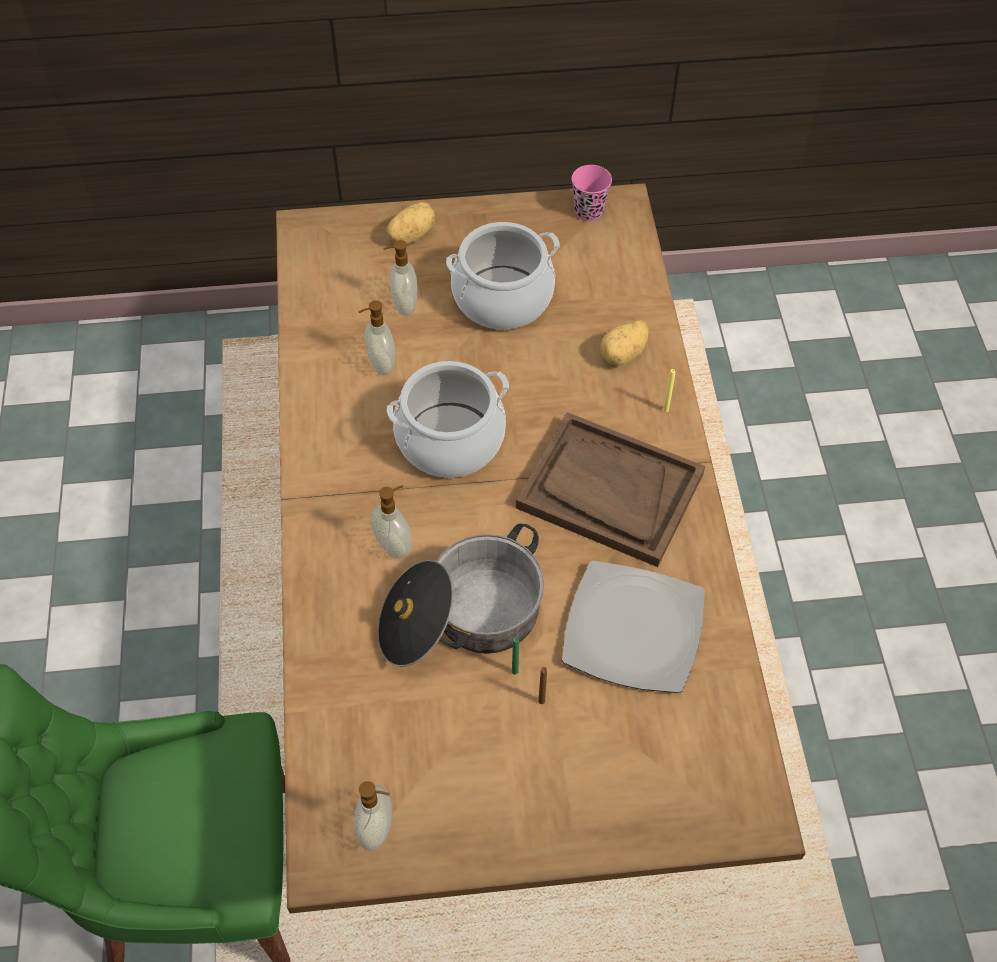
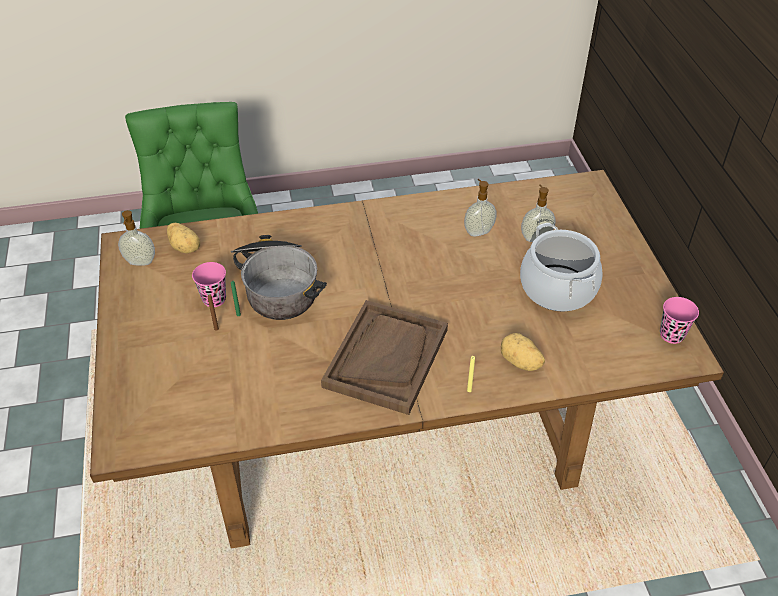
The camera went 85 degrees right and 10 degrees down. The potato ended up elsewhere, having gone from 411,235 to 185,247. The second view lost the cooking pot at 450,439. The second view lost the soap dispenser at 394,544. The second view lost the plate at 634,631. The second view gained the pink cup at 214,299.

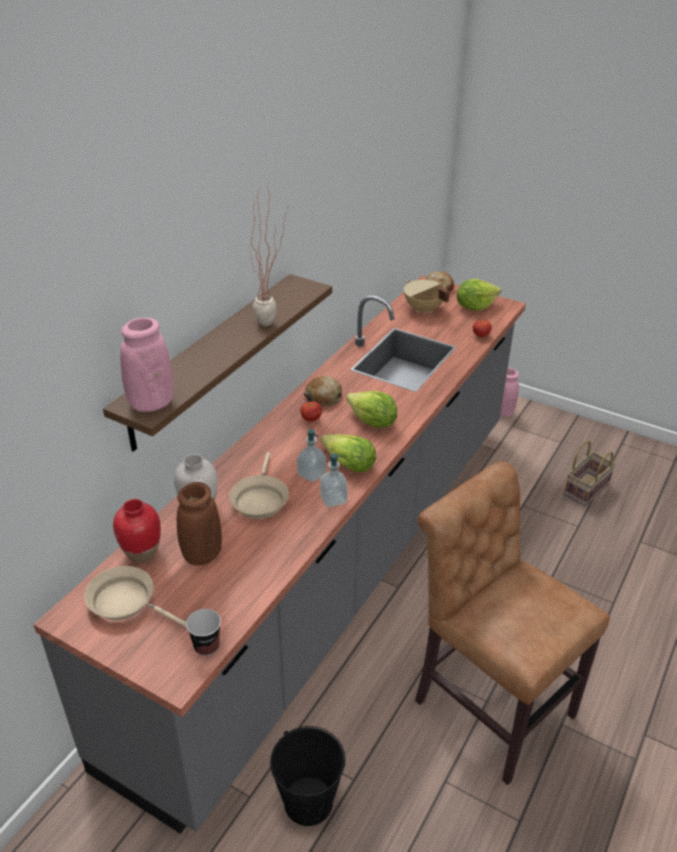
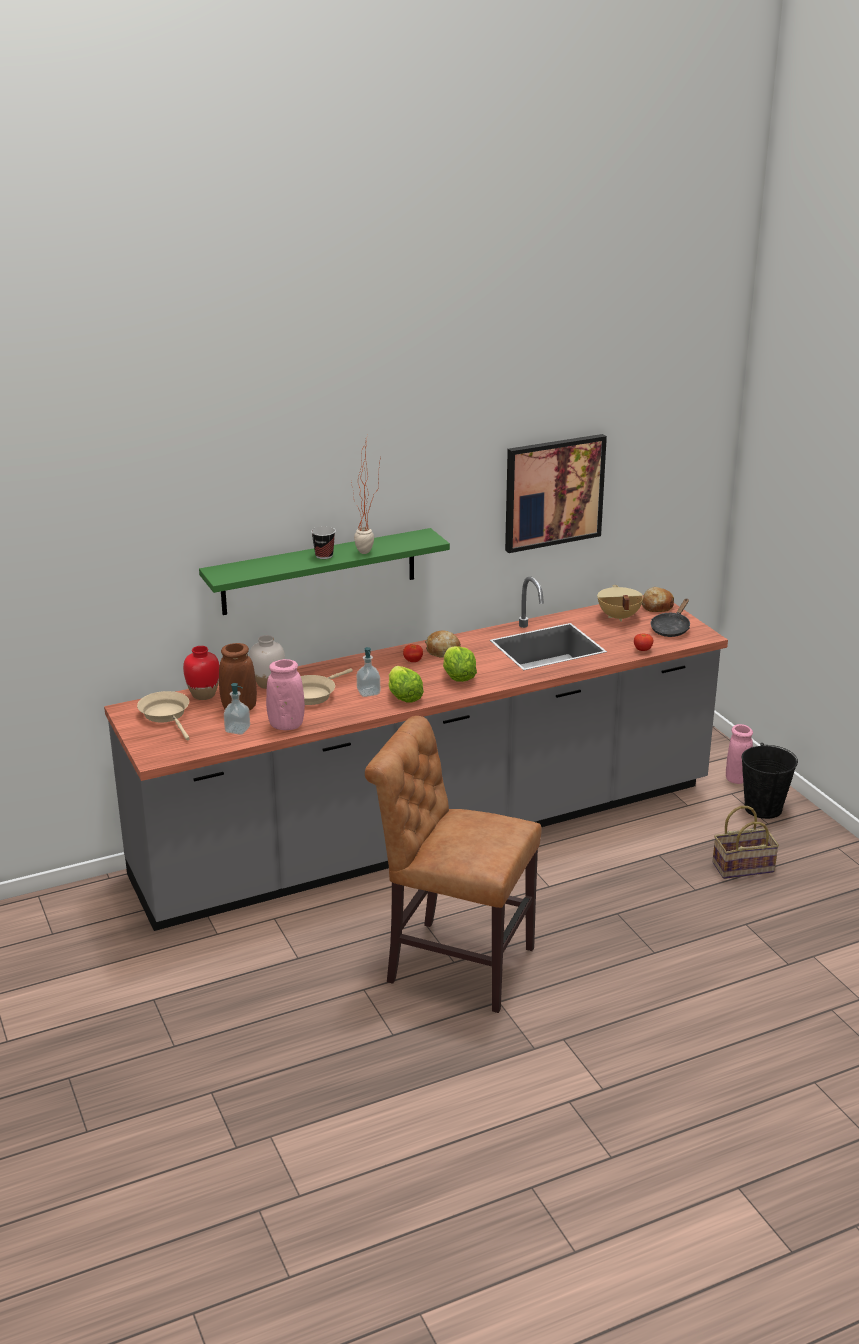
The camera went 35 degrees right and 10 degrees down. What was the brown shelf at 210,360 turned into the green shelf at 319,572. Where the lettuce stood at 475,307, the black frying pan came to stand at 671,628. The pink vase ended up elsewhere, having gone from 151,403 to 286,725. The soap dispenser ended up elsewhere, having gone from 333,499 to 237,729. The brown chair at 488,703 ended up facing another way, 60 degrees counterclockwise from before. The cup ended up elsewhere, having gone from 206,646 to 324,556. The black bucket ended up elsewhere, having gone from 308,802 to 762,808. The second view gained the picture at 553,492.

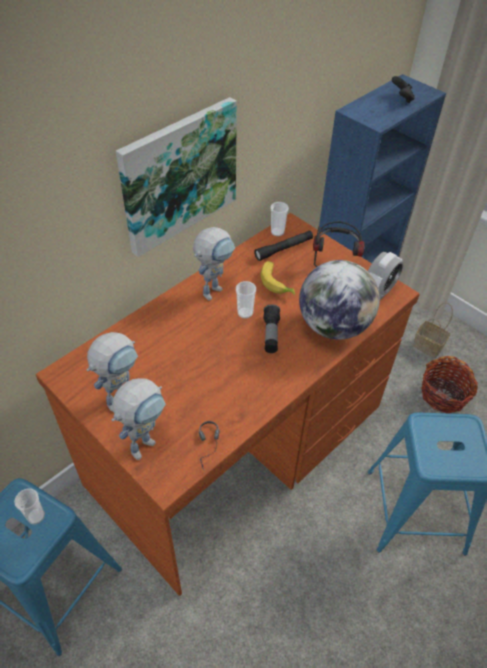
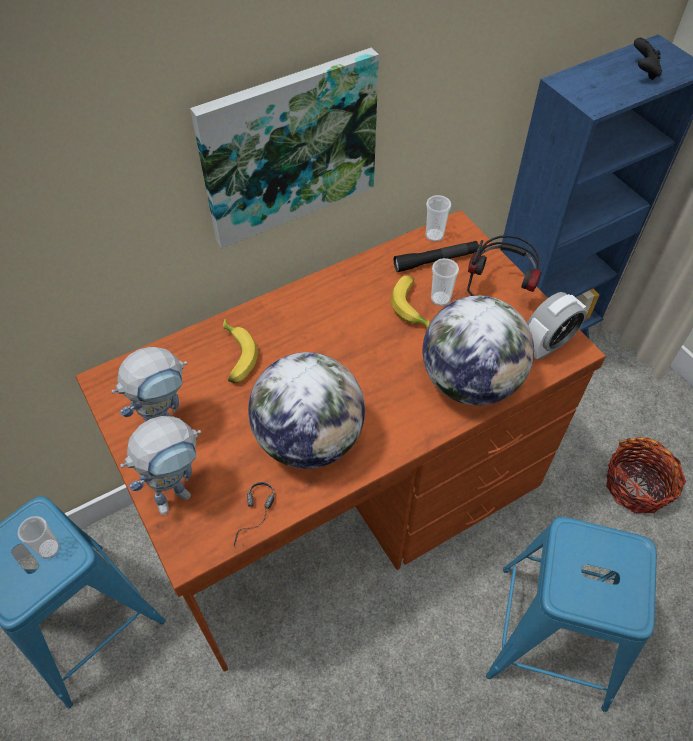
The camera went 15 degrees right and 5 degrees up. The second view lost the toy robot at 214,288. The cup ended up elsewhere, having gone from 245,313 to 440,299. The second view lost the basket at 429,346. The second view lost the flashlight at 271,334. The second view gained the banana at 235,357. The second view gained the globe at 309,439.

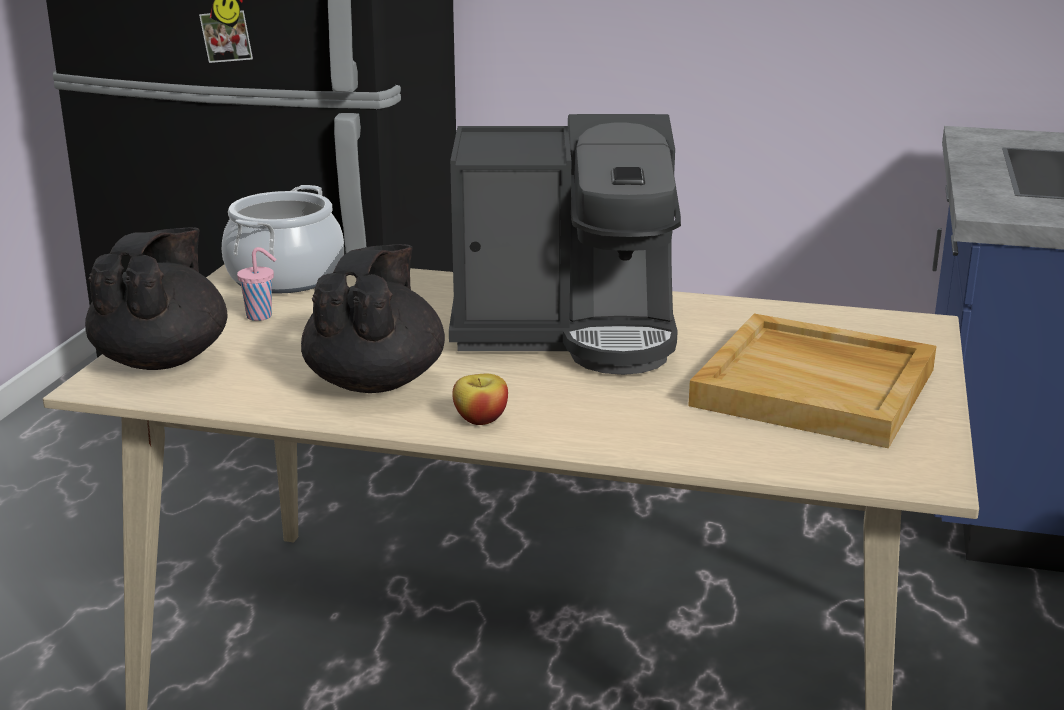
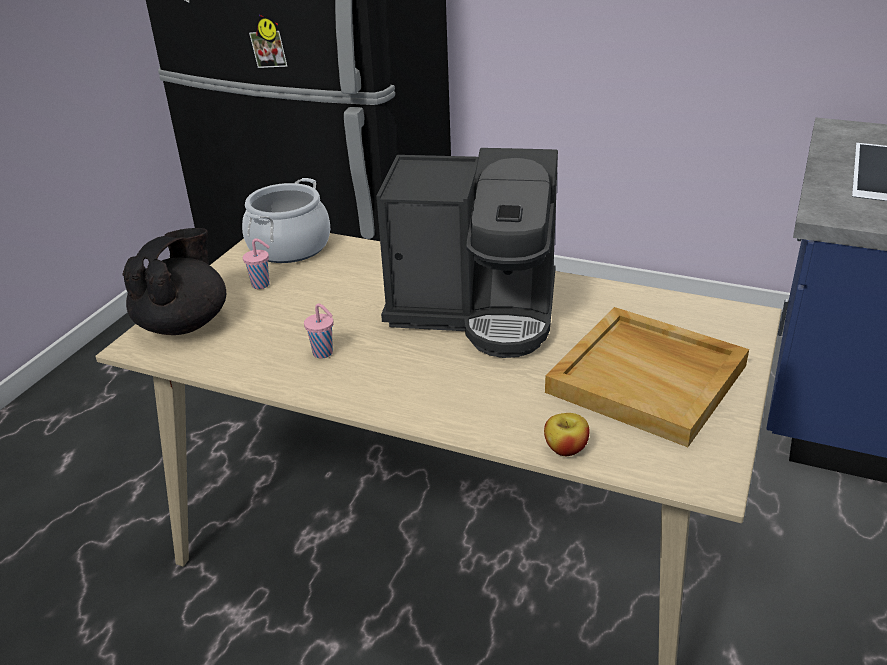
The camera went 10 degrees right and 10 degrees up. Where the black teapot stood at 376,381, the pink cup came to stand at 324,353. The apple ended up elsewhere, having gone from 481,419 to 566,449.

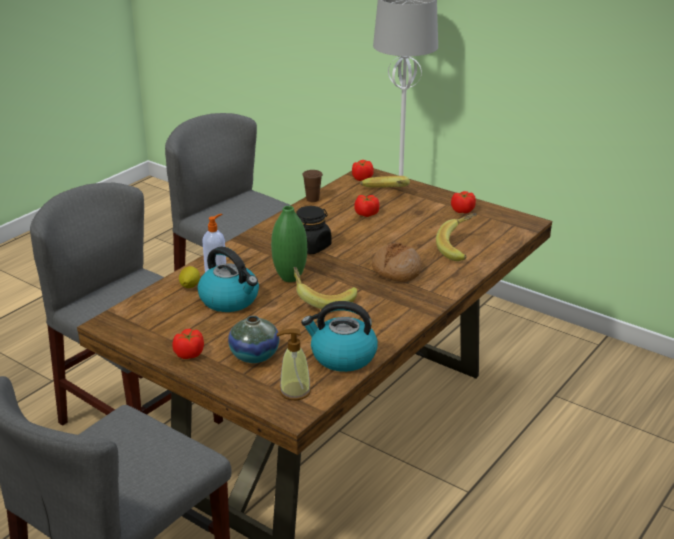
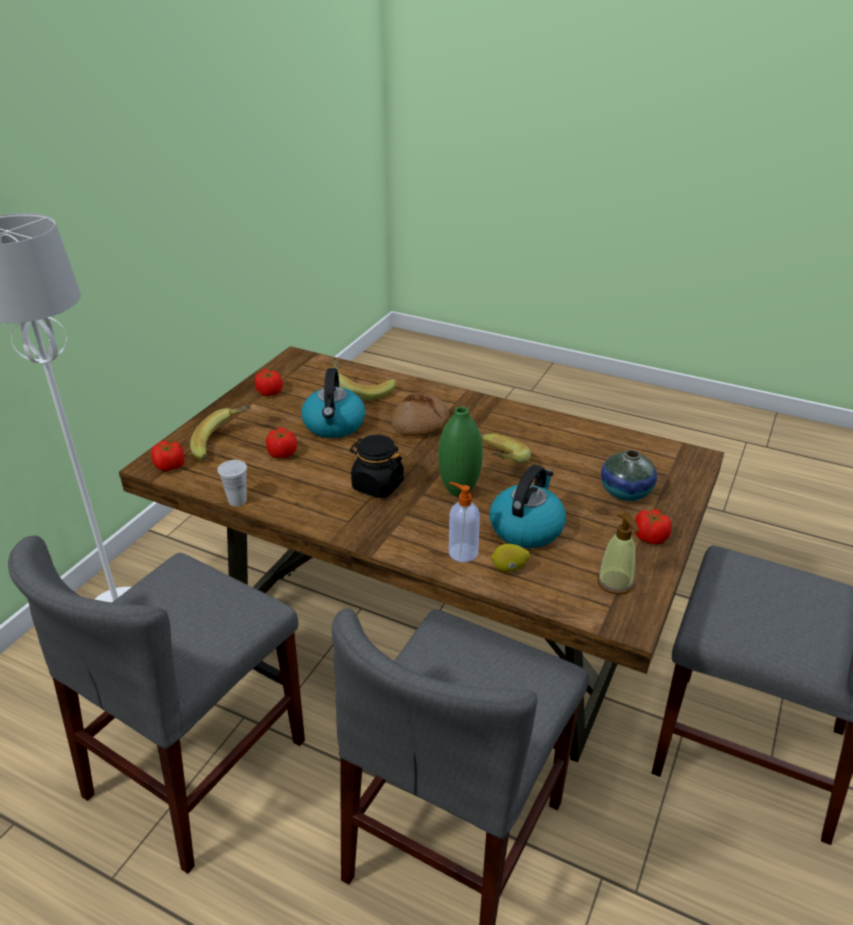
The camera went 100 degrees left and 5 degrees up. What was the brown cup at 312,199 turned into the white cup at 237,500. The kettle ended up elsewhere, having gone from 342,356 to 334,425. The soap dispenser ended up elsewhere, having gone from 295,391 to 615,583.

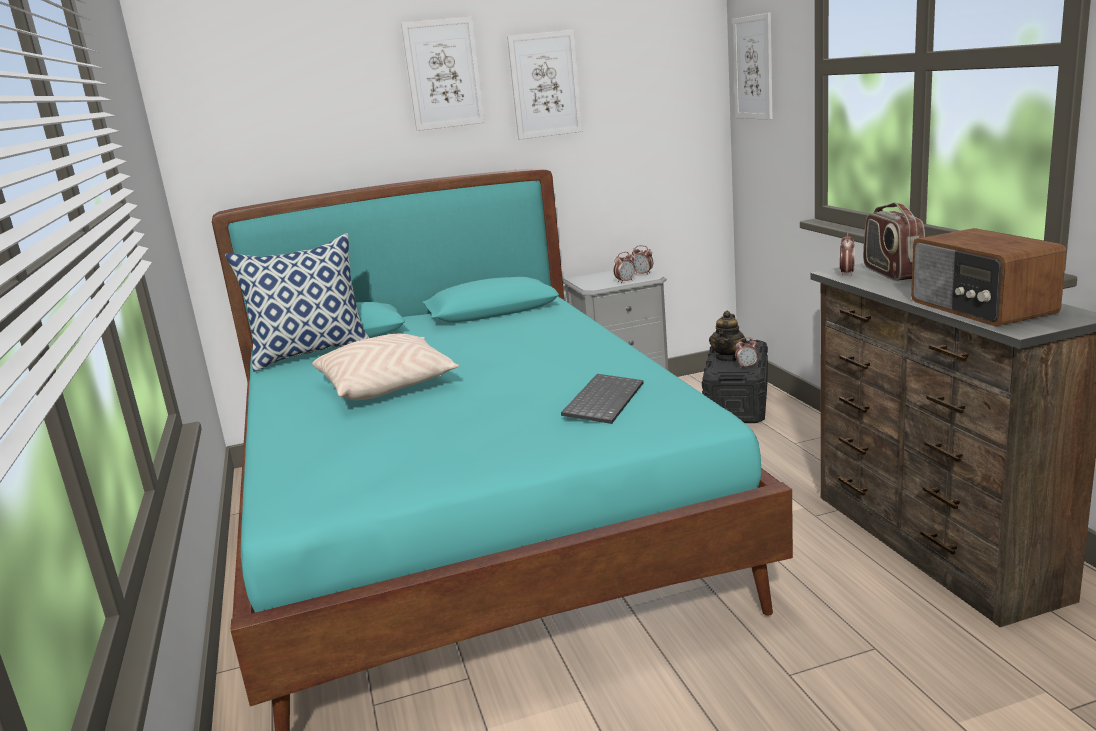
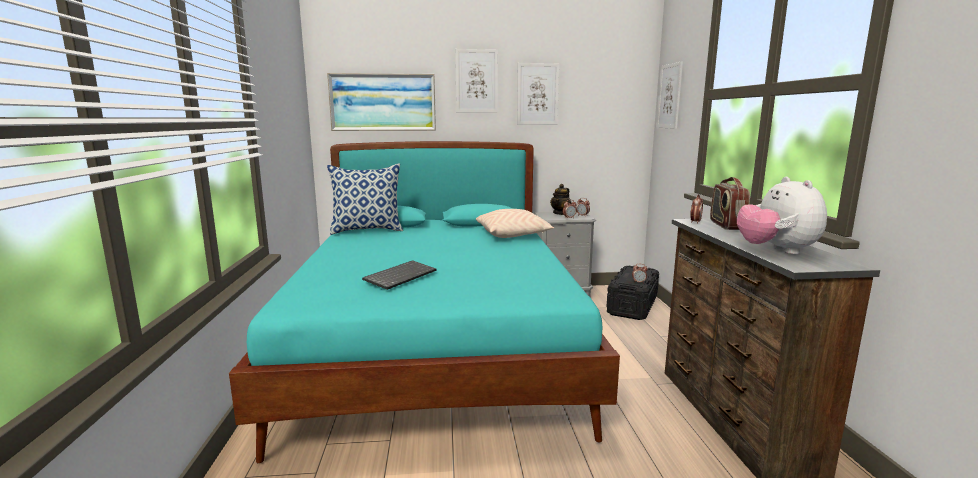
The camera went 10 degrees right and 5 degrees down. Where the radio stood at 980,308, the plush toy came to stand at 776,251. The teapot ended up elsewhere, having gone from 728,358 to 560,213. The beige pillow ended up elsewhere, having gone from 387,386 to 513,235. The keyboard ended up elsewhere, having gone from 602,400 to 400,276. The second view gained the picture at 383,102.

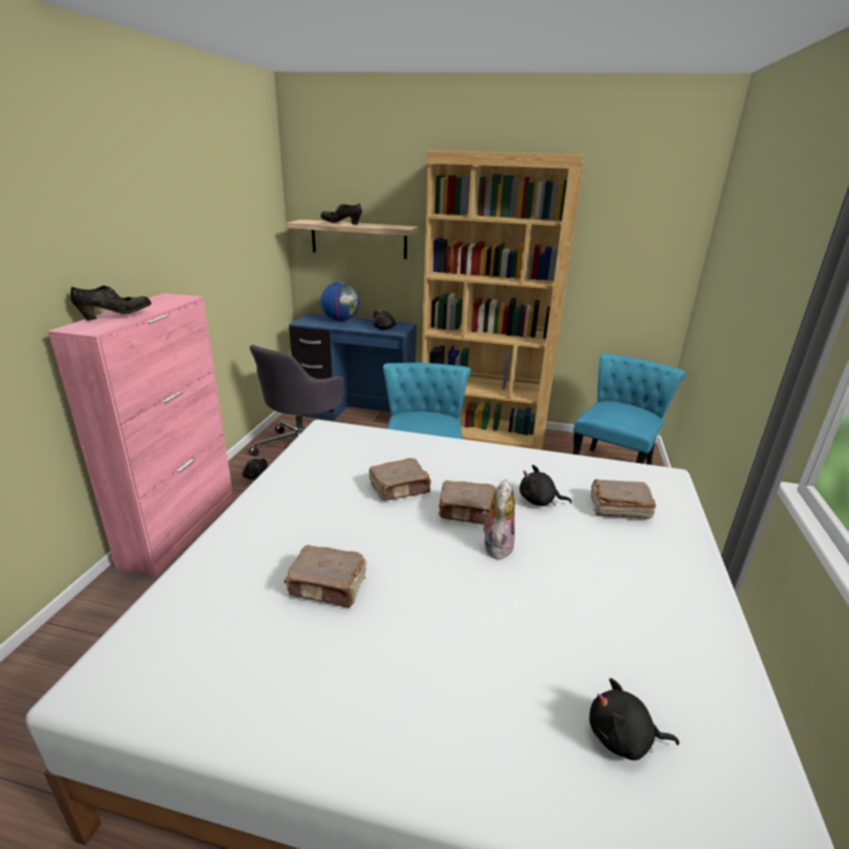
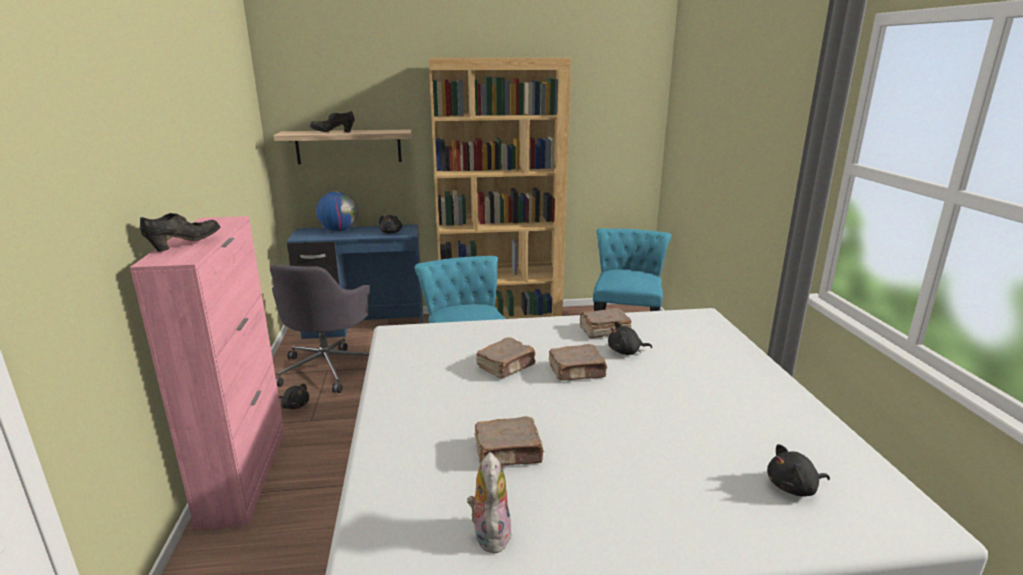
The camera went 20 degrees left and 5 degrees down. The plush toy ended up elsewhere, having gone from 496,545 to 489,533. The brown book ended up elsewhere, having gone from 618,508 to 603,331.

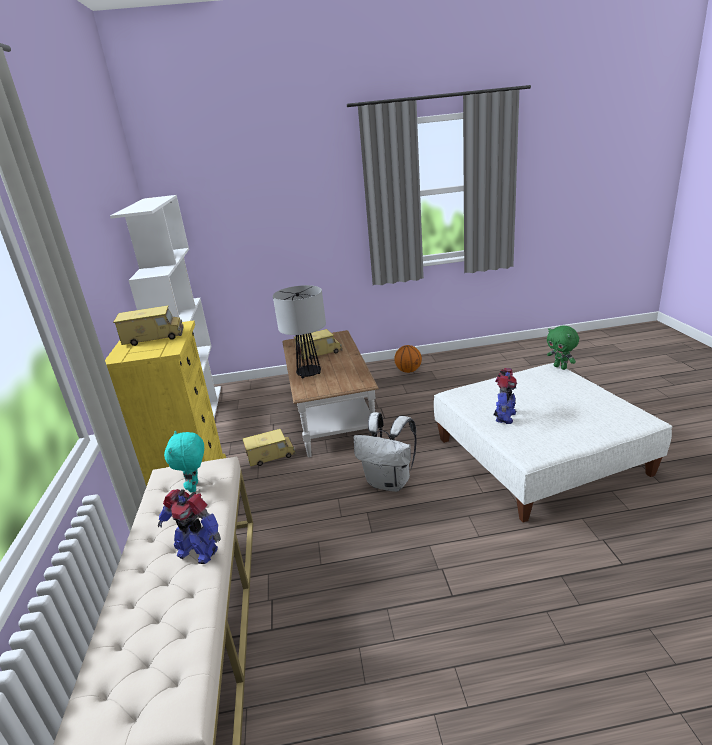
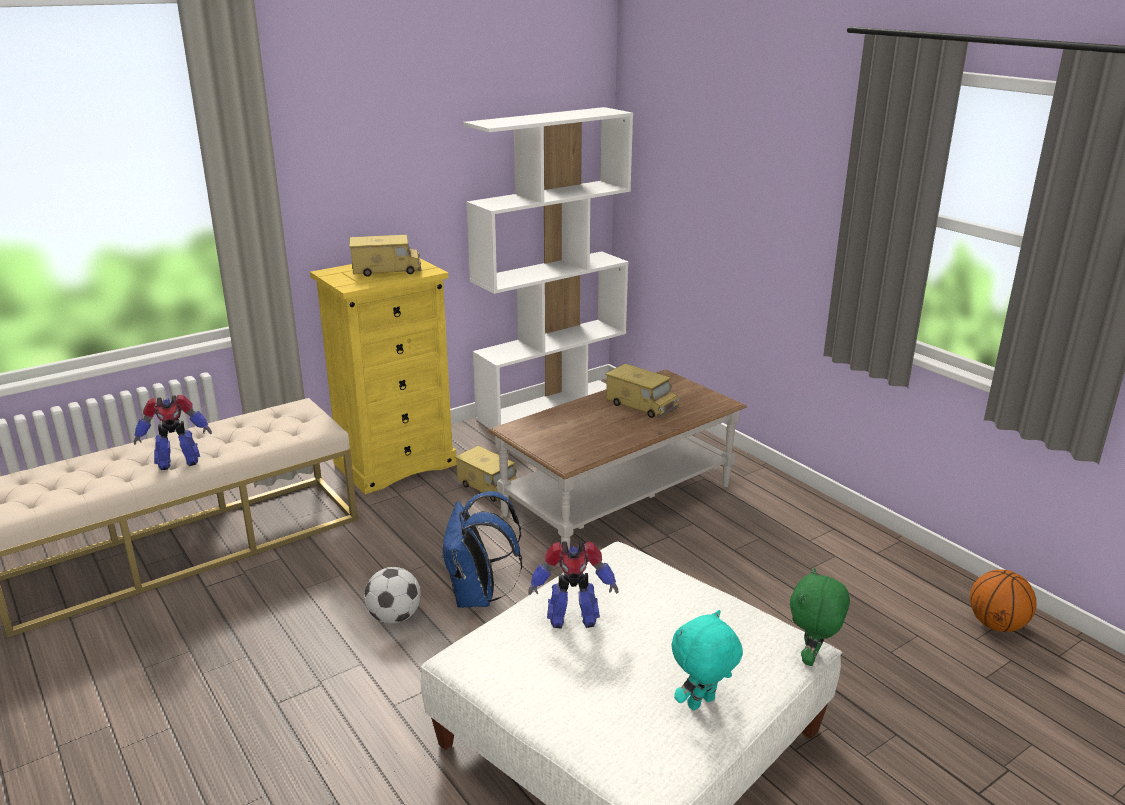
The camera went 60 degrees right and 0 degrees up. The second view lost the table lamp at 309,374. The toy truck at 153,337 ended up facing another way, 60 degrees counterclockwise from before. The basketball ended up elsewhere, having gone from 408,371 to 996,625. What was the white backpack at 390,482 turned into the blue backpack at 478,597. The turquoise plush toy ended up elsewhere, having gone from 195,487 to 702,704. The toy robot at 198,552 ended up facing another way, 105 degrees counterclockwise from before. The second view gained the football at 394,617.

